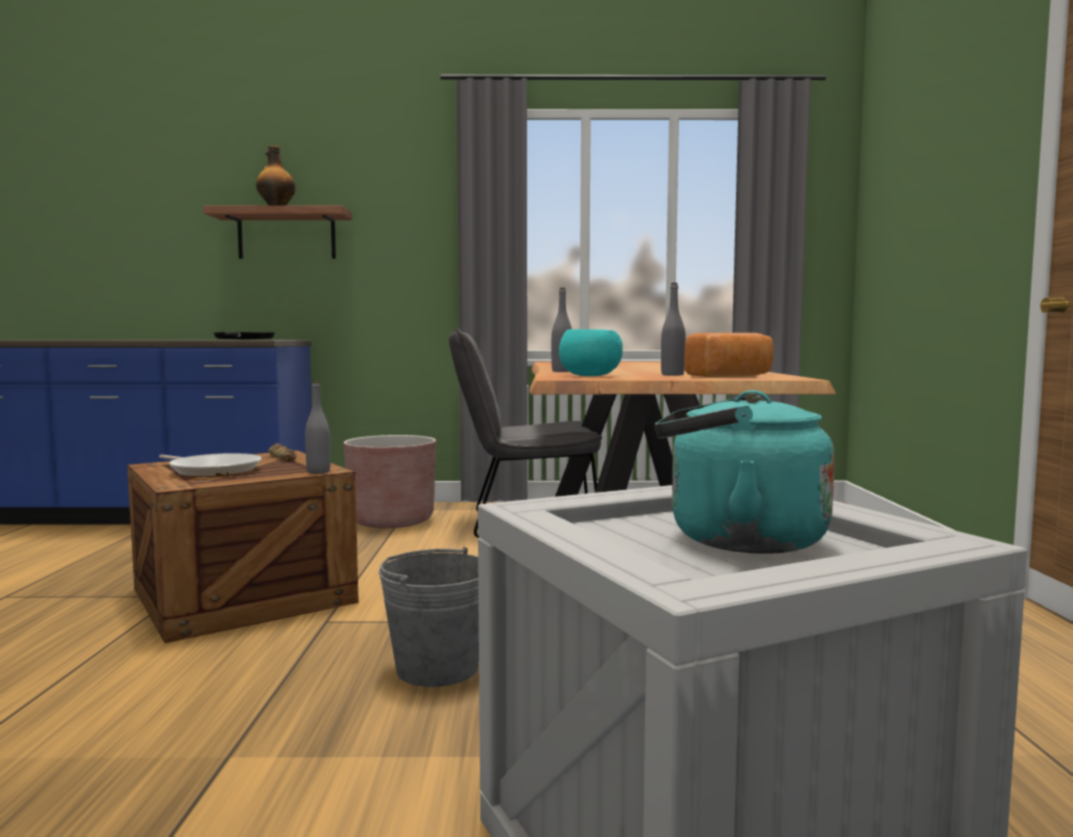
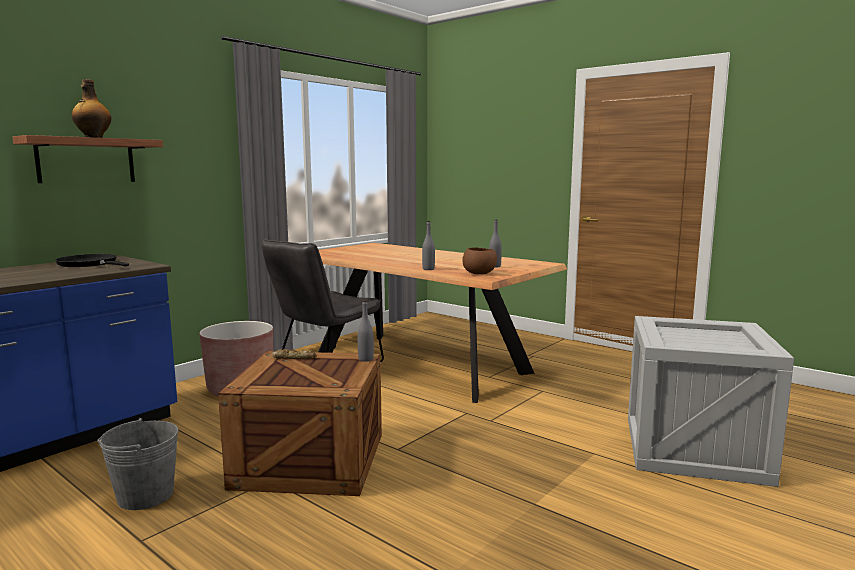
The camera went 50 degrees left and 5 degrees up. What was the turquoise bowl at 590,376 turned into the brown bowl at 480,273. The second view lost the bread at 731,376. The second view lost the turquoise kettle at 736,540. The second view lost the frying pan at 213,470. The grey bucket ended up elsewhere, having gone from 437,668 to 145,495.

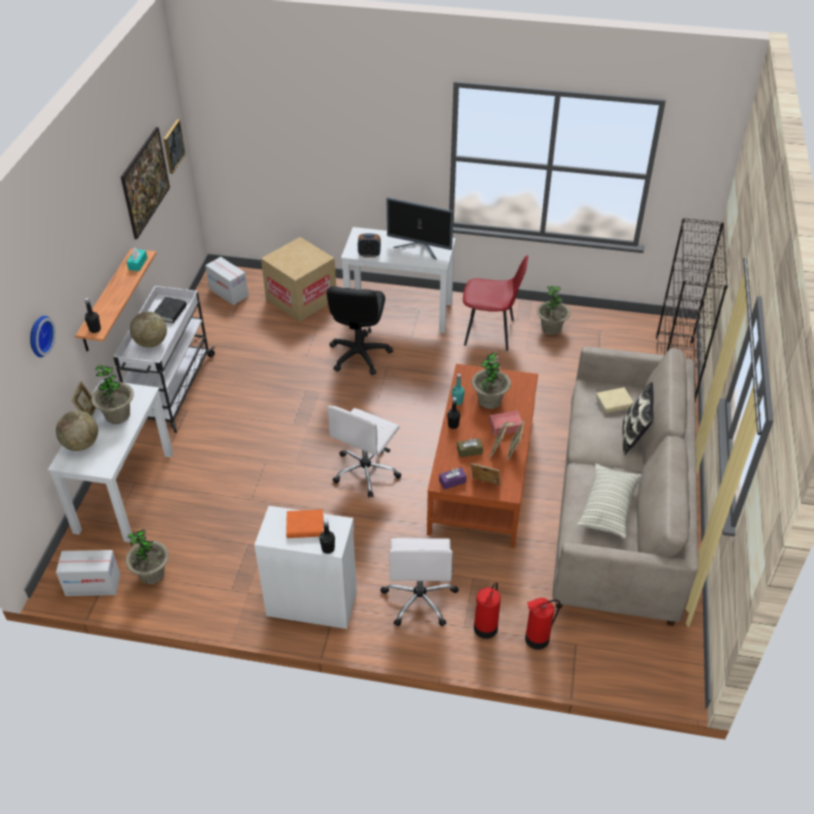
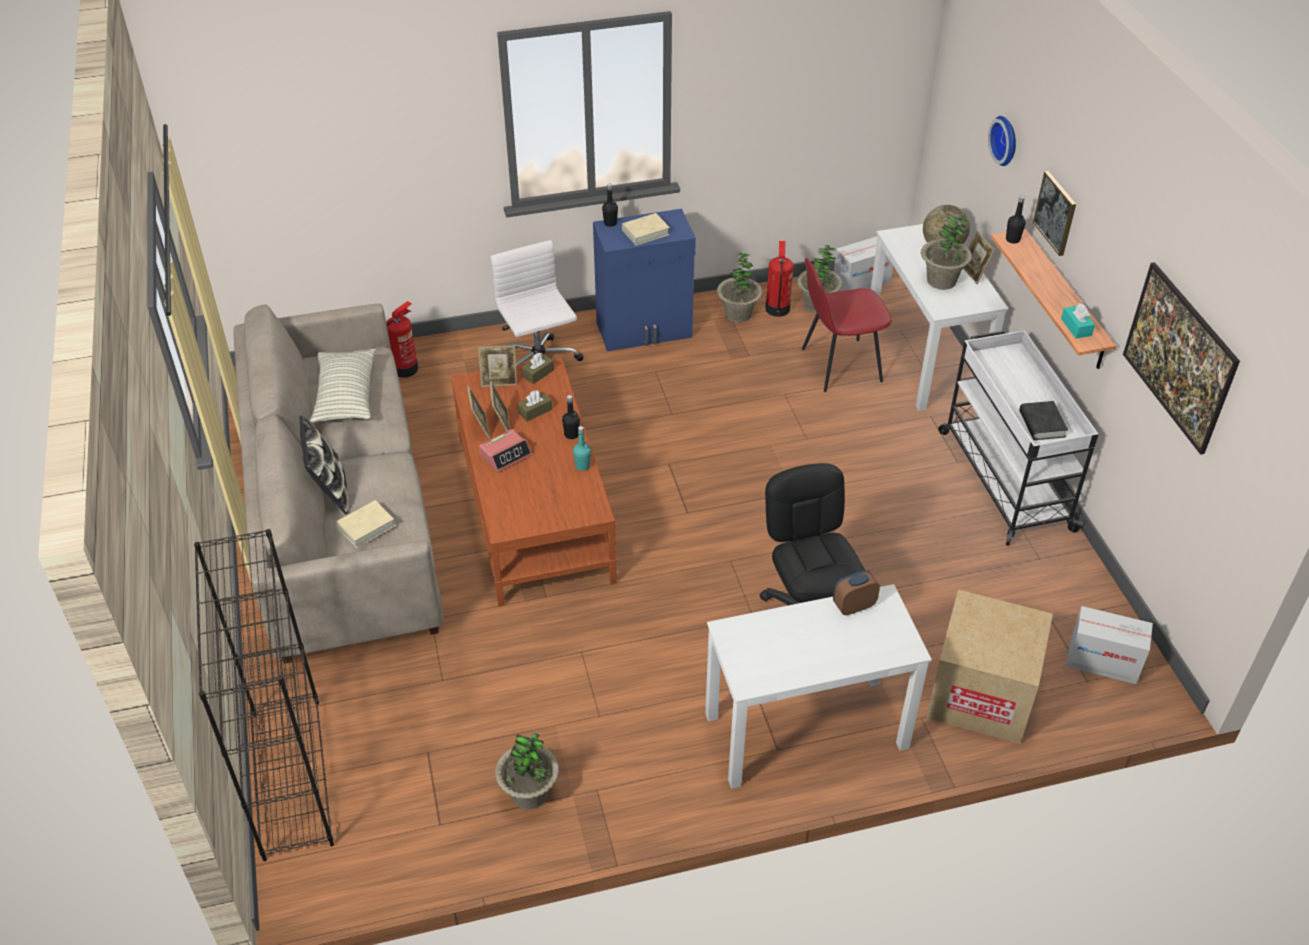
The camera went 155 degrees right and 0 degrees up. The picture ended up elsewhere, having gone from 173,146 to 1055,213. The second view lost the monitor at 420,249. The red chair ended up elsewhere, having gone from 490,332 to 839,365. The second view lost the globe at 151,343. The potted plant ended up elsewhere, having gone from 489,401 to 738,314. The second view lost the white office chair at 366,471. What was the purple tissue box at 452,481 turned into the brown tissue box at 538,373. What was the white cabinet at 311,602 turned into the blue cabinet at 645,330. What was the orange book at 305,526 turned into the beige book at 645,232. The fire extinguisher ended up elsewhere, having gone from 485,628 to 777,308.

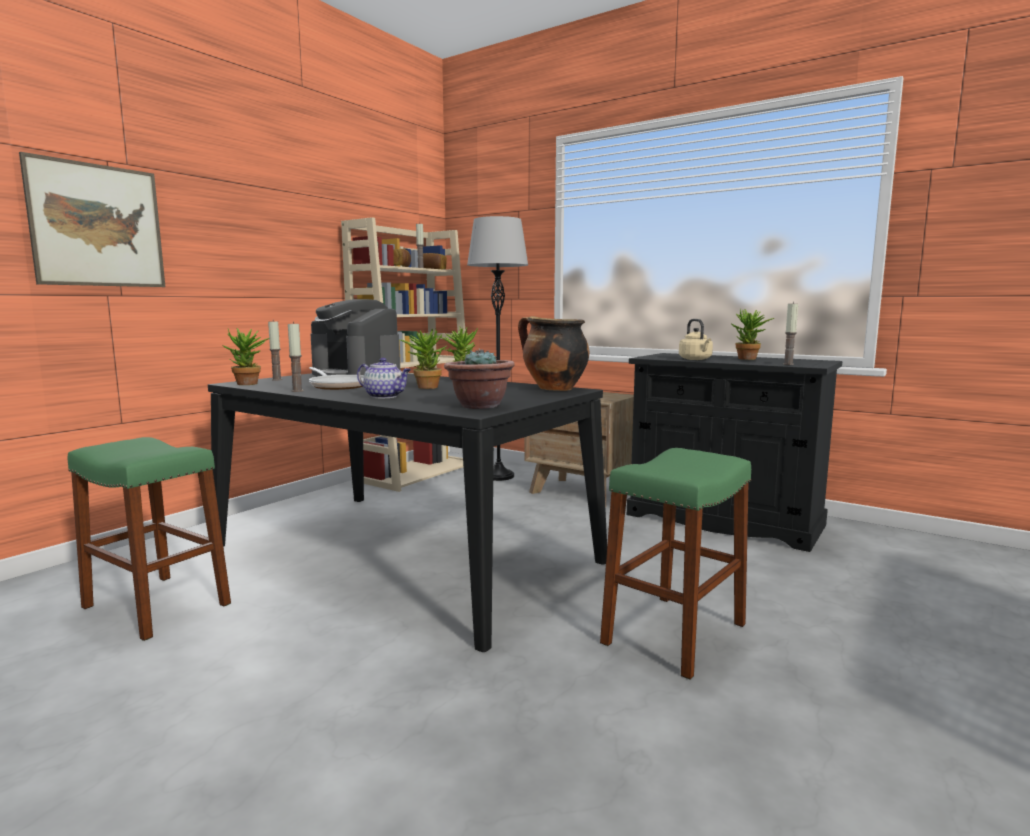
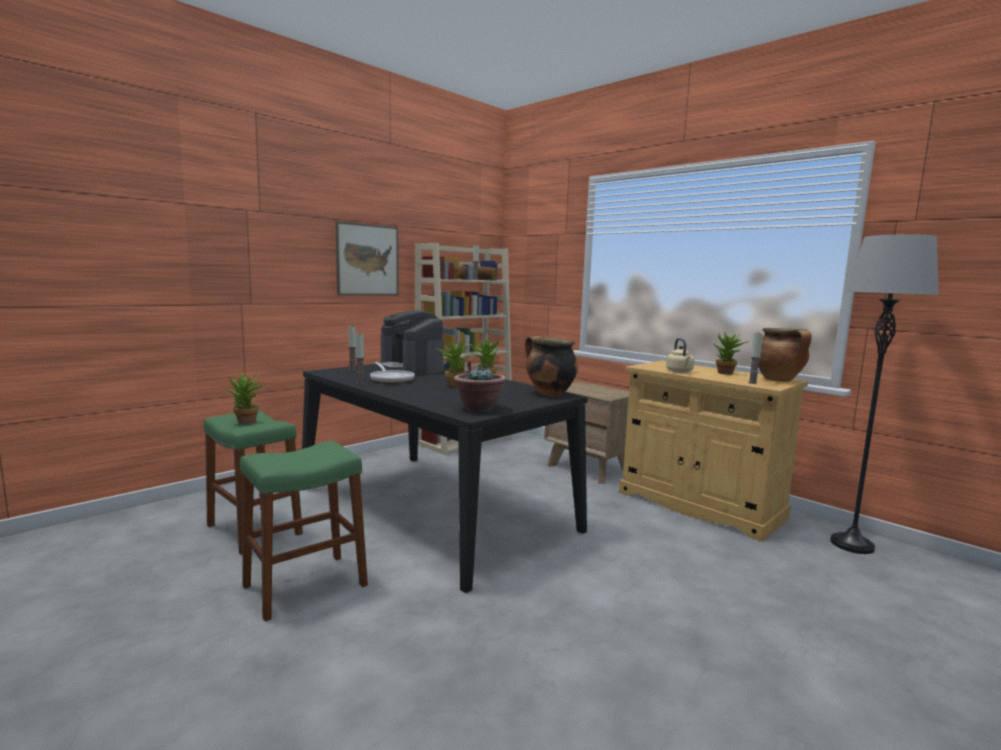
The camera went 10 degrees right and 0 degrees up. The picture ended up elsewhere, having gone from 98,225 to 368,260. The grey floor lamp ended up elsewhere, having gone from 498,476 to 852,544. The potted plant ended up elsewhere, having gone from 248,384 to 247,422. What was the black cabinet at 723,520 turned into the beige cabinet at 699,505. The second view lost the teapot at 385,396. The green stool ended up elsewhere, having gone from 674,634 to 305,585. The second view gained the cooking pot at 779,380.

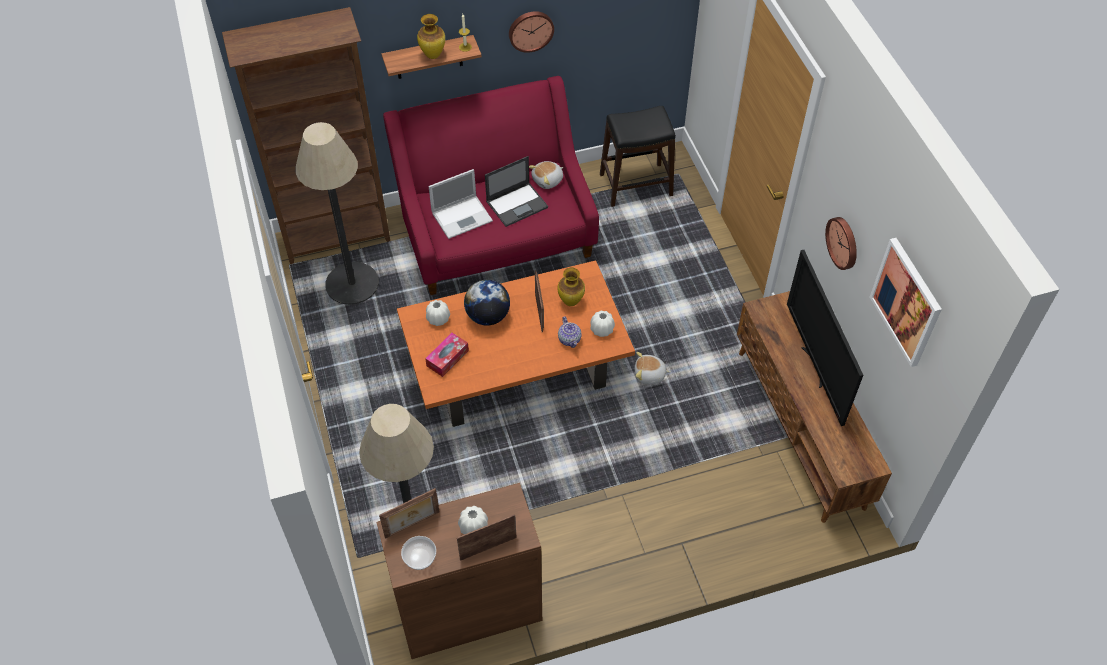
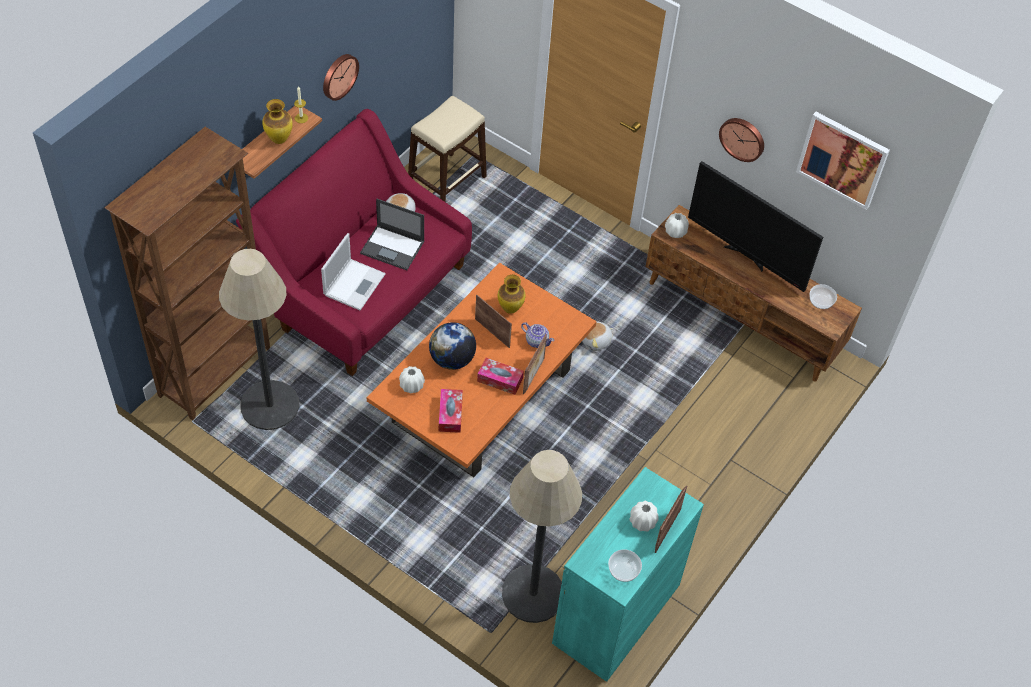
The camera went 40 degrees left and 0 degrees up. What was the black stool at 635,185 turned into the beige stool at 446,182. The laptop at 517,204 ended up facing another way, 90 degrees clockwise from before. The white vase ended up elsewhere, having gone from 602,329 to 675,232. What was the brown cabinet at 469,609 turned into the turquoise cabinet at 616,614. The picture frame ended up elsewhere, having gone from 412,525 to 534,375. The second view gained the bowl at 821,301. The second view gained the tissue box at 500,380.

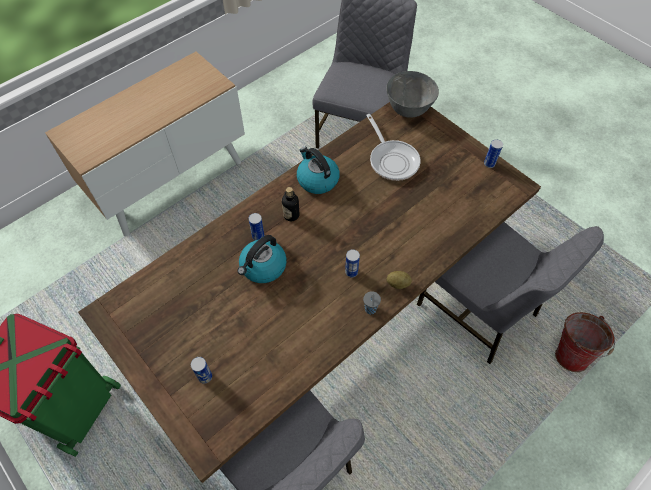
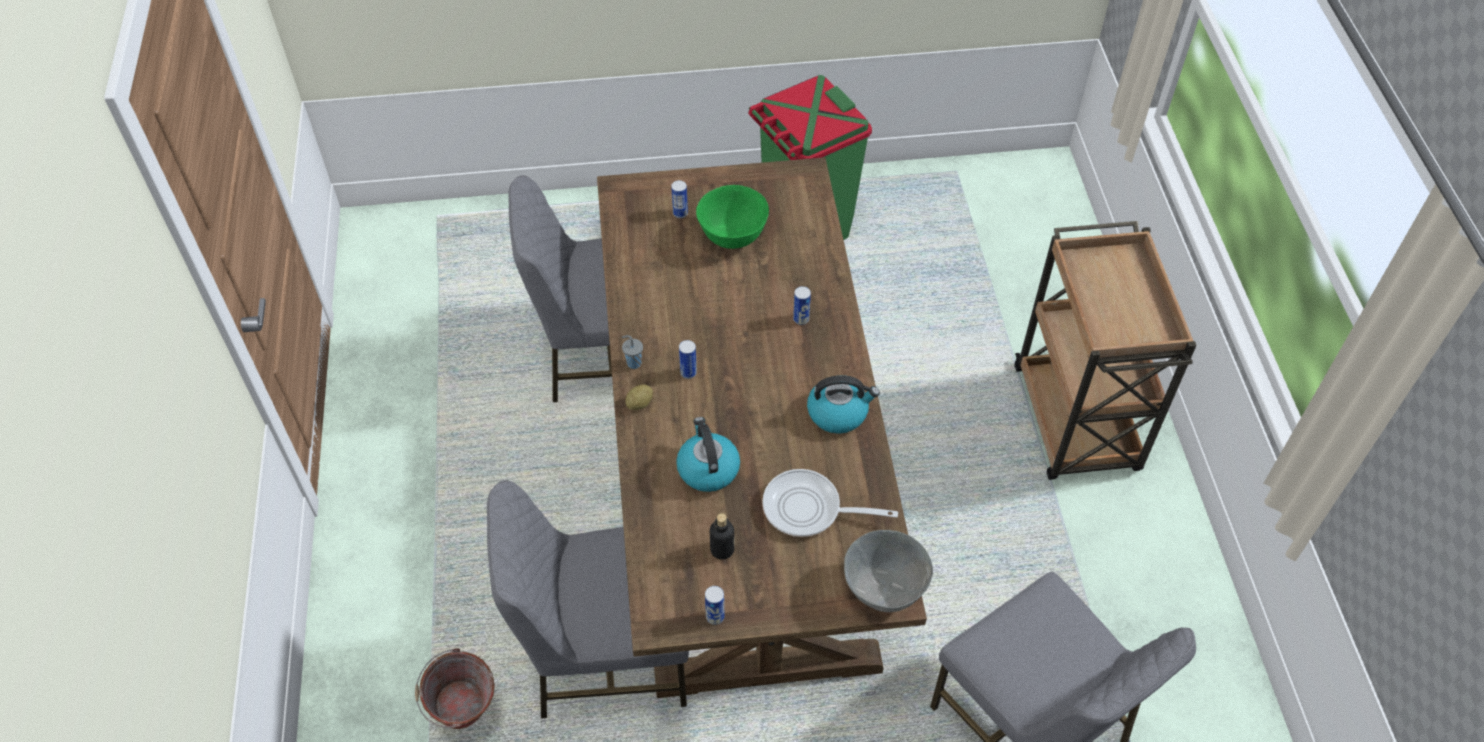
The camera went 125 degrees right and 5 degrees down. Where the cabinet stood at 171,181, the brown cart came to stand at 1076,422. The bottle ended up elsewhere, having gone from 291,215 to 722,549. The kettle ended up elsewhere, having gone from 263,267 to 707,468. The second view gained the green bowl at 732,237.

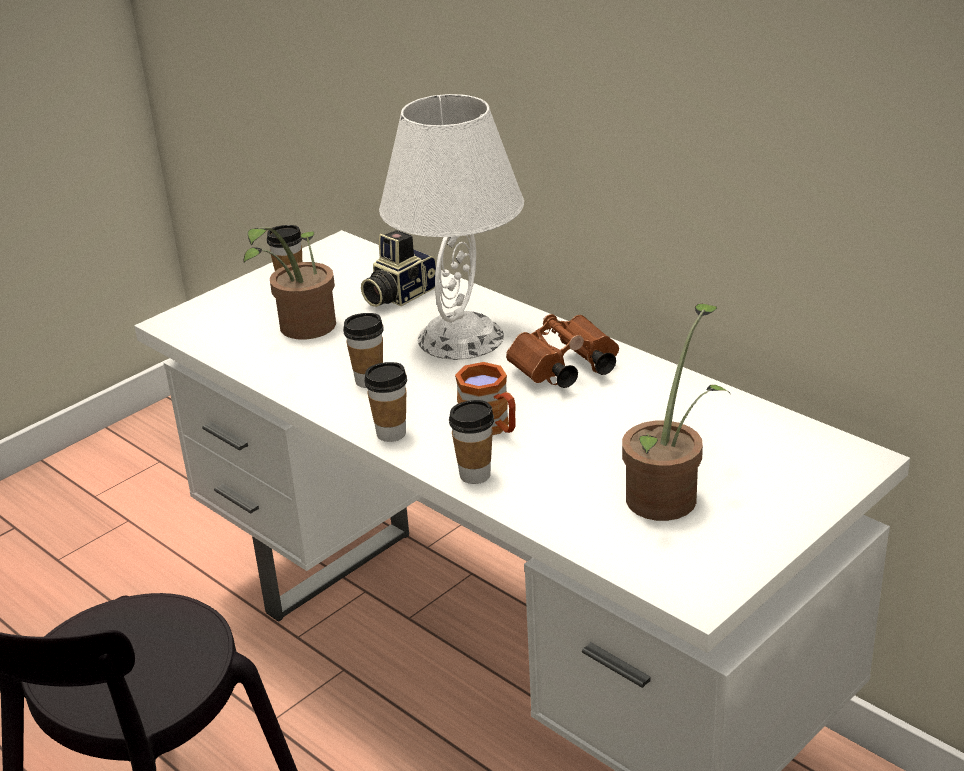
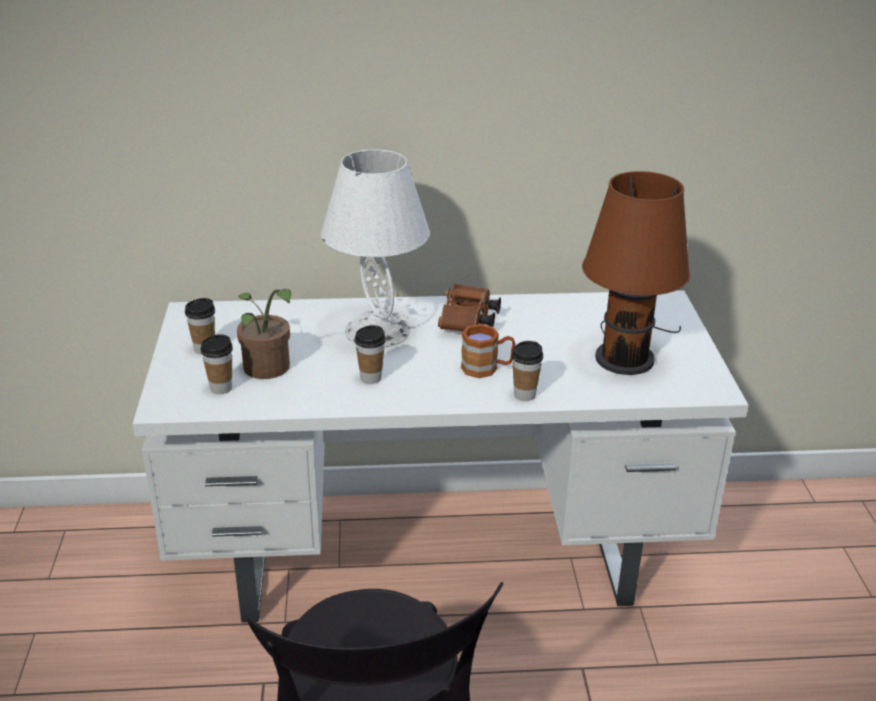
The camera went 50 degrees left and 0 degrees up. The second view lost the photo camera at 398,295. Where the potted plant stood at 668,494, the brown table lamp came to stand at 625,355. The cup ended up elsewhere, having gone from 391,433 to 221,388.

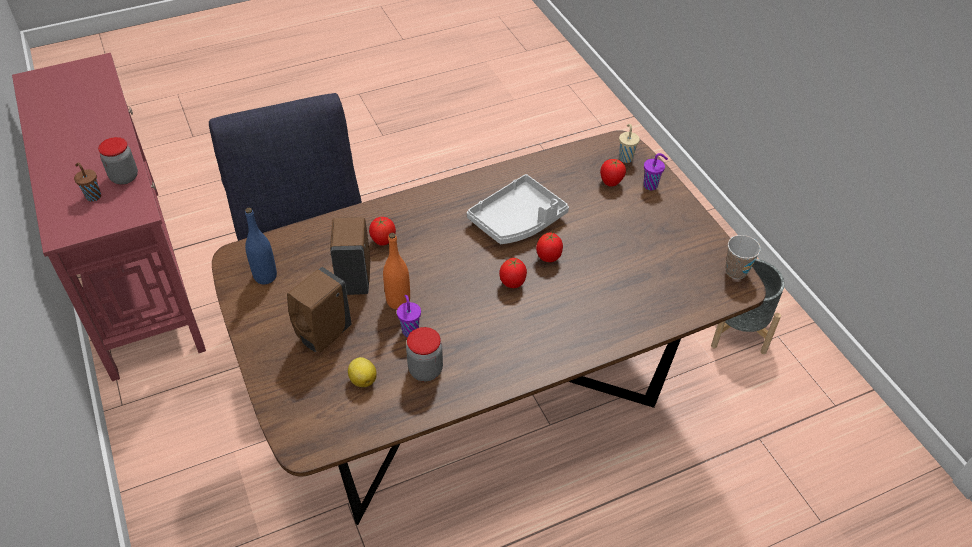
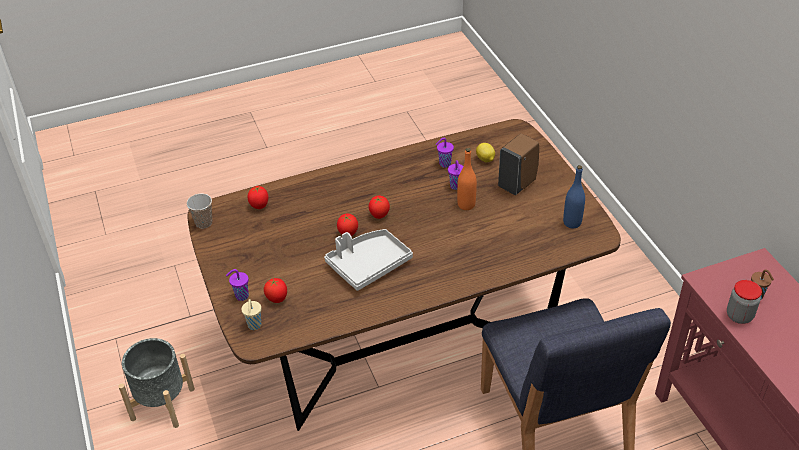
The camera went 175 degrees left and 5 degrees down. The second view lost the brown soap dispenser at 354,278. The tomato ended up elsewhere, having gone from 383,241 to 259,206. Where the jar stood at 425,370, the purple cup came to stand at 444,164.

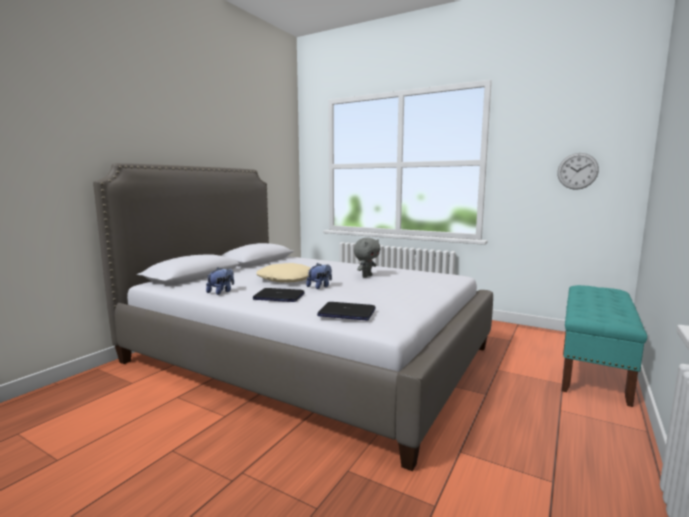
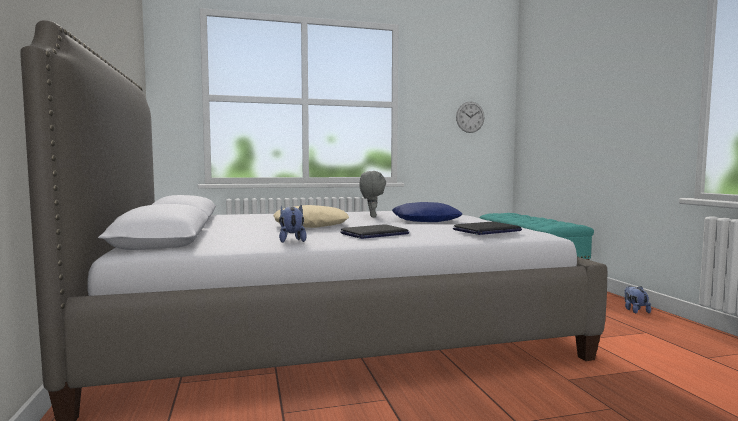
The camera went 45 degrees left and 5 degrees down. The plush toy ended up elsewhere, having gone from 320,287 to 635,310. The second view gained the blue pillow at 426,220.

